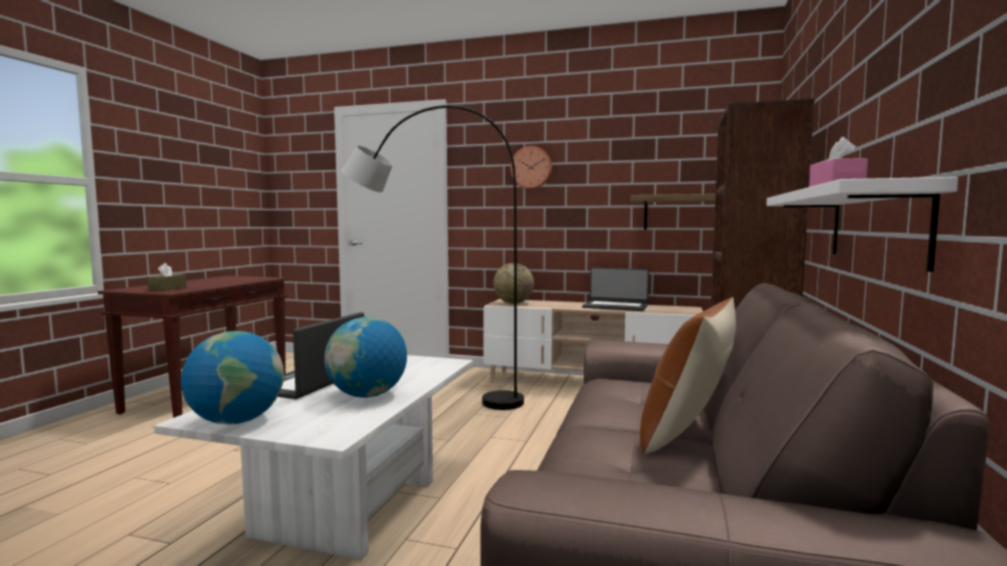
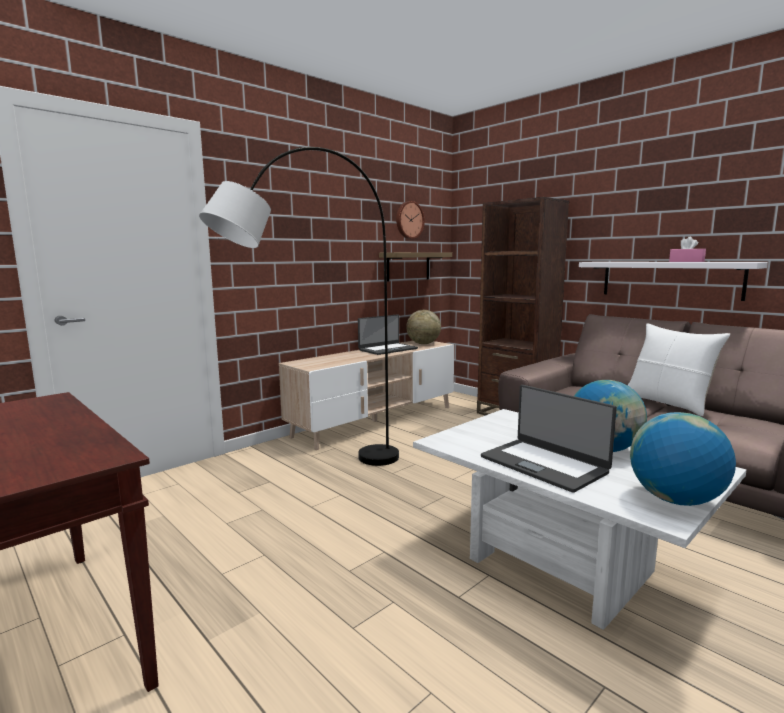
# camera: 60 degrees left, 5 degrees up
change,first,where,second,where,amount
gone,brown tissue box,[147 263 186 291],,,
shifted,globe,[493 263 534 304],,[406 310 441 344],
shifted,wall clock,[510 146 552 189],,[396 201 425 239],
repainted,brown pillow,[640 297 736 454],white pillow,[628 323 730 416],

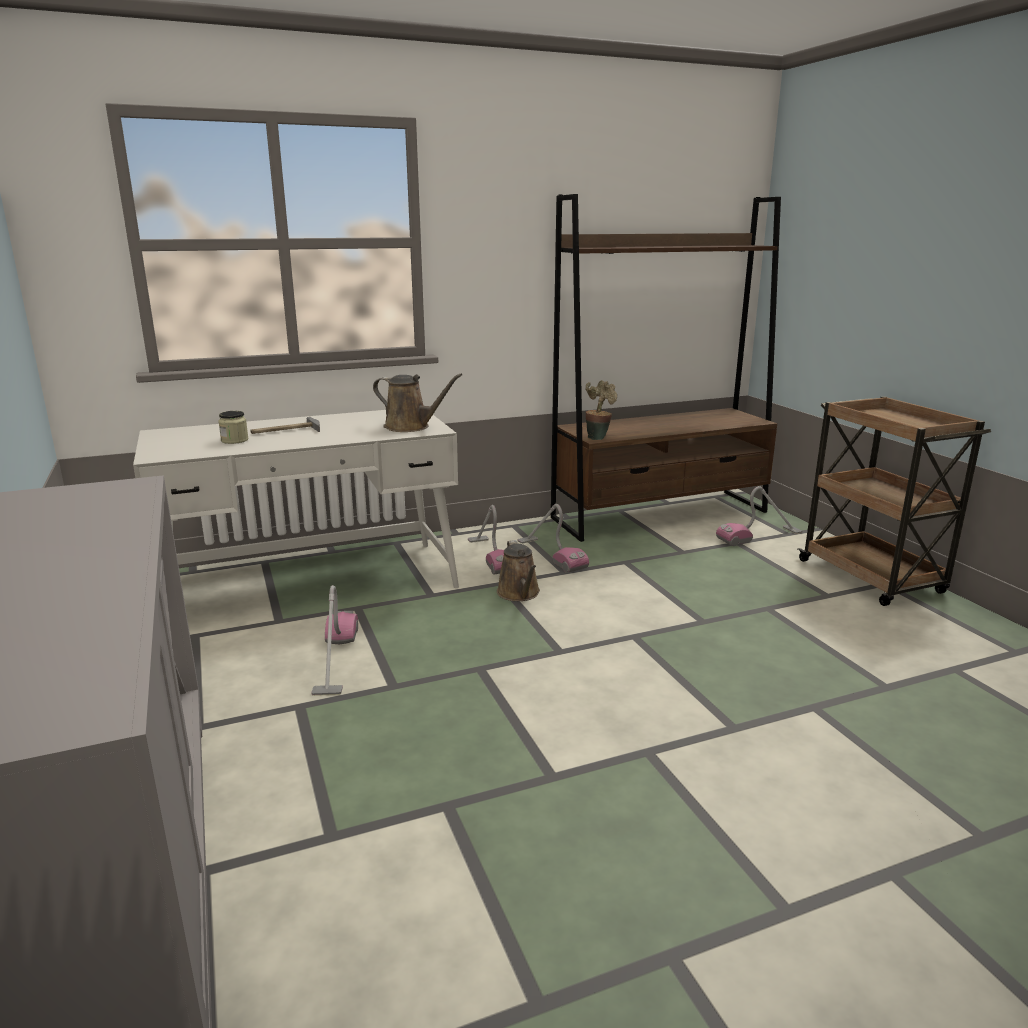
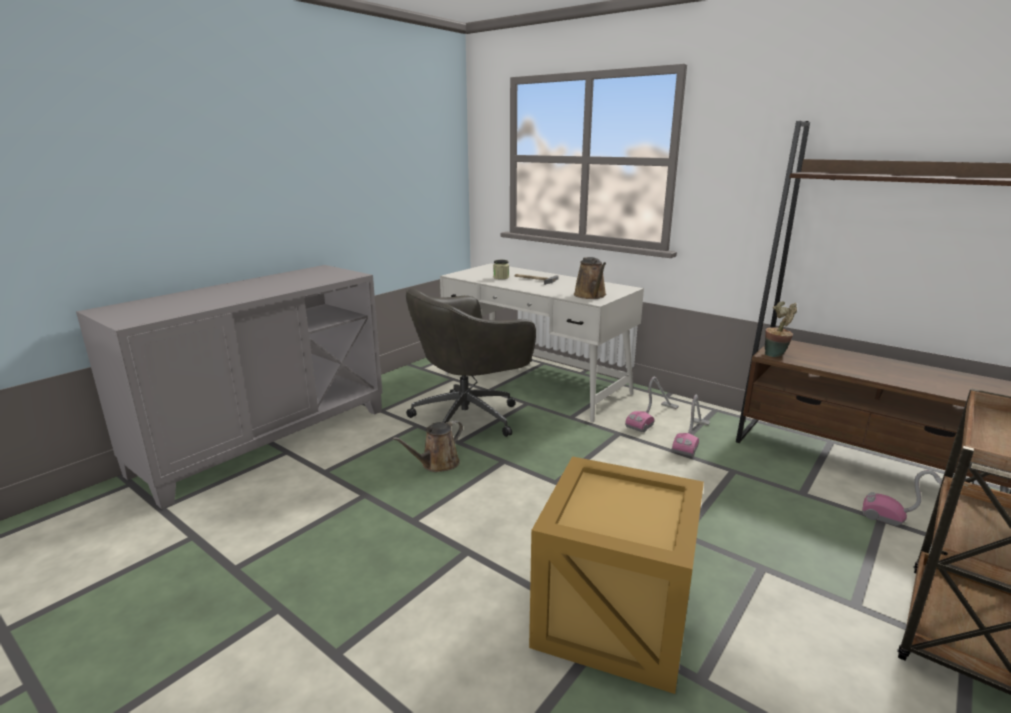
# camera: 60 degrees right, 0 degrees up
change,first,where,second,where,amount
swapped,vacuum cleaner,[311 585 358 696],grey office chair,[406 288 536 437],
shifted,brown watering can,[497 540 540 601],,[392 420 463 472],
new,,,crate,[529 456 704 694],

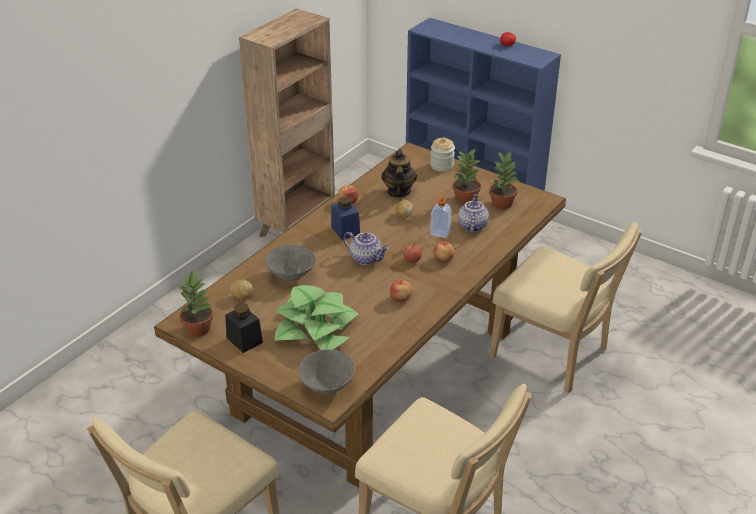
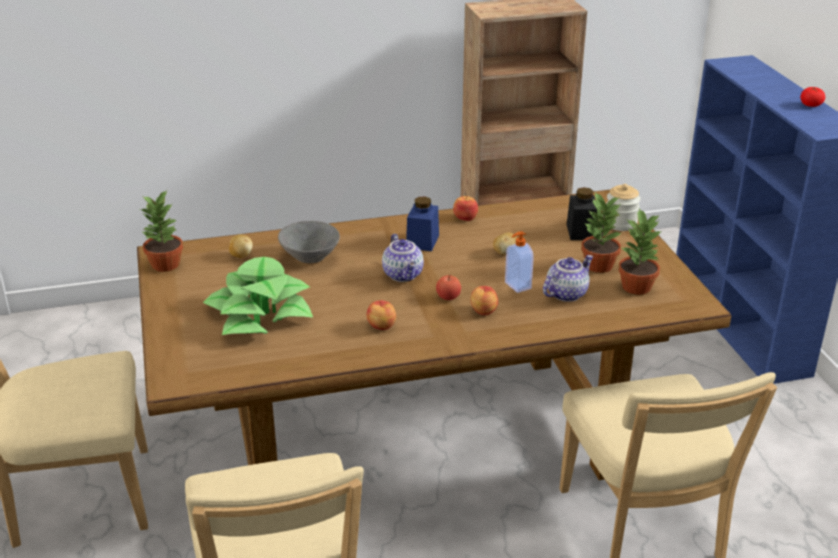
# camera: 40 degrees right, 5 degrees down
change,first,where,second,where,amount
shifted,black jar,[225 303 263 353],,[566 187 597 240],
gone,grey bowl,[299 350 355 395],,,
gone,teapot,[381 149 417 198],,,

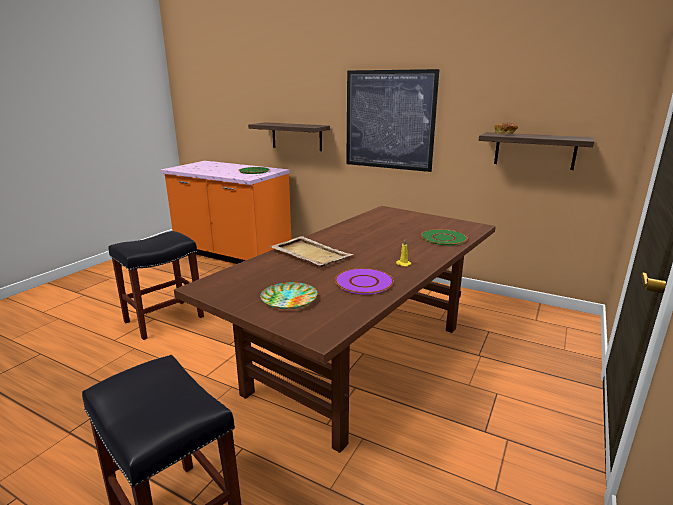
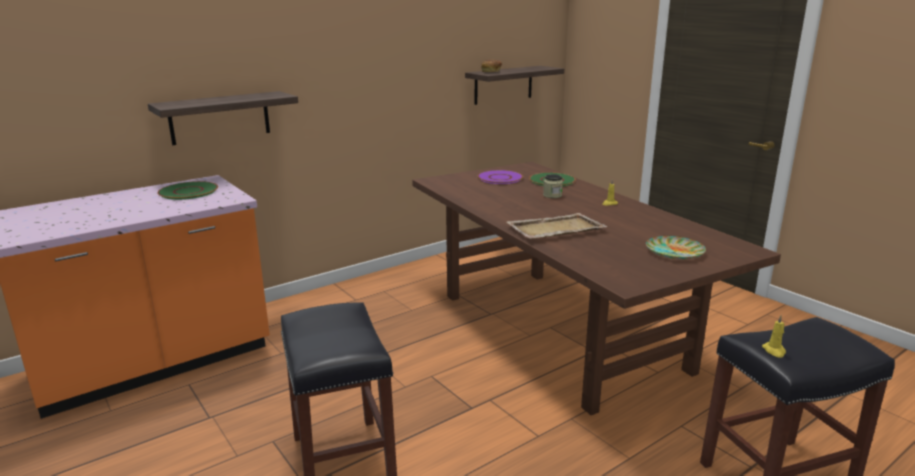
# camera: 65 degrees left, 0 degrees up
change,first,where,second,where,amount
shifted,purple plate,[335 268 394 294],,[477 170 523 184],
gone,picture,[346 69 440 172],,,
new,,,jar,[543 174 563 198],
new,,,yellow candle,[762 315 786 358],

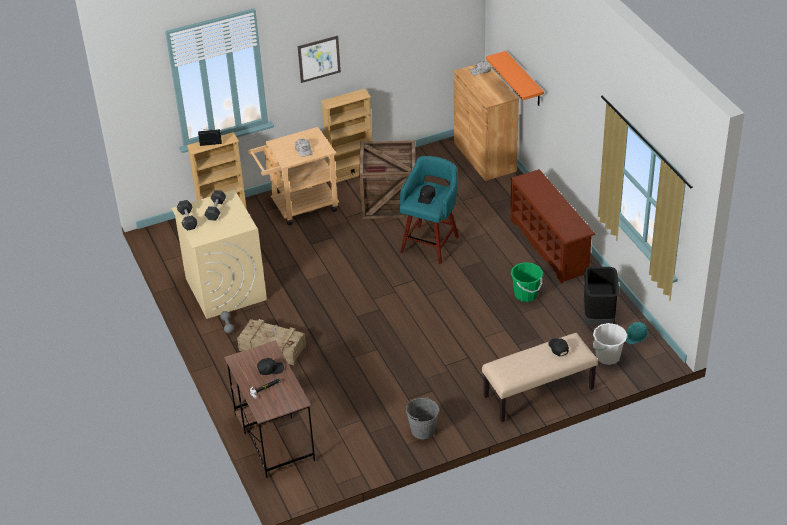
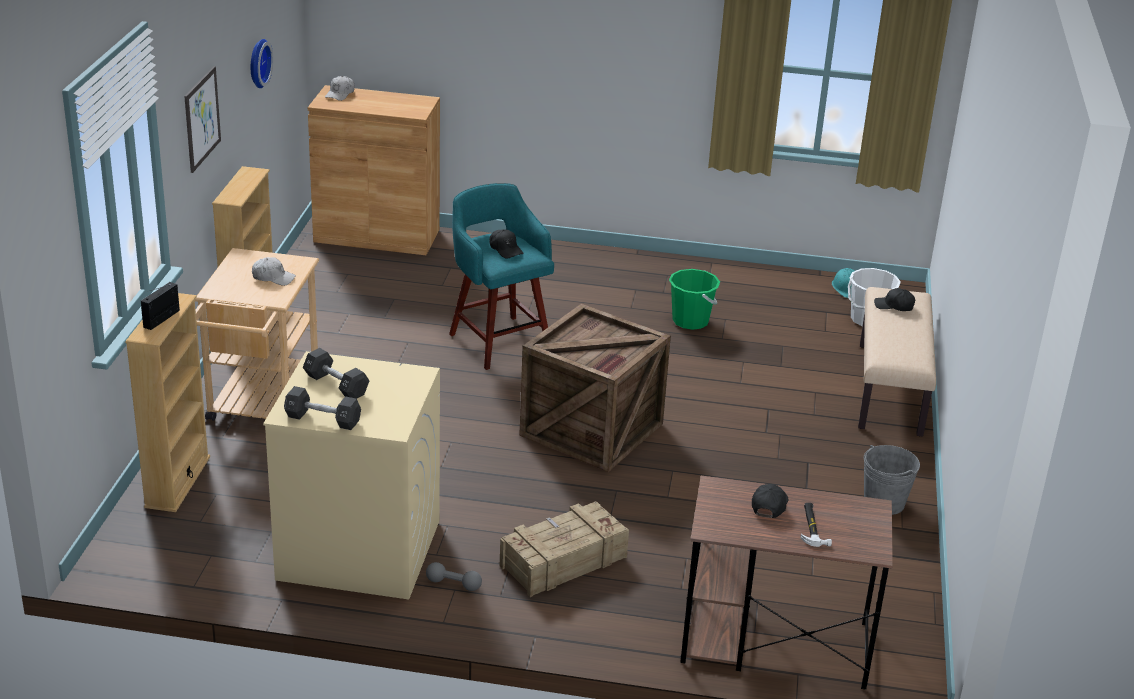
# camera: 60 degrees left, 10 degrees down
change,first,where,second,where,amount
shifted,crate,[359 140 417 219],,[519 303 671 472],
gone,orange shelf,[486 51 544 106],,,
gone,brown shoe rack,[510 169 595 284],,,
gone,black trash can,[583 267 619 325],,,
new,,,wall clock,[251 39 273 88],

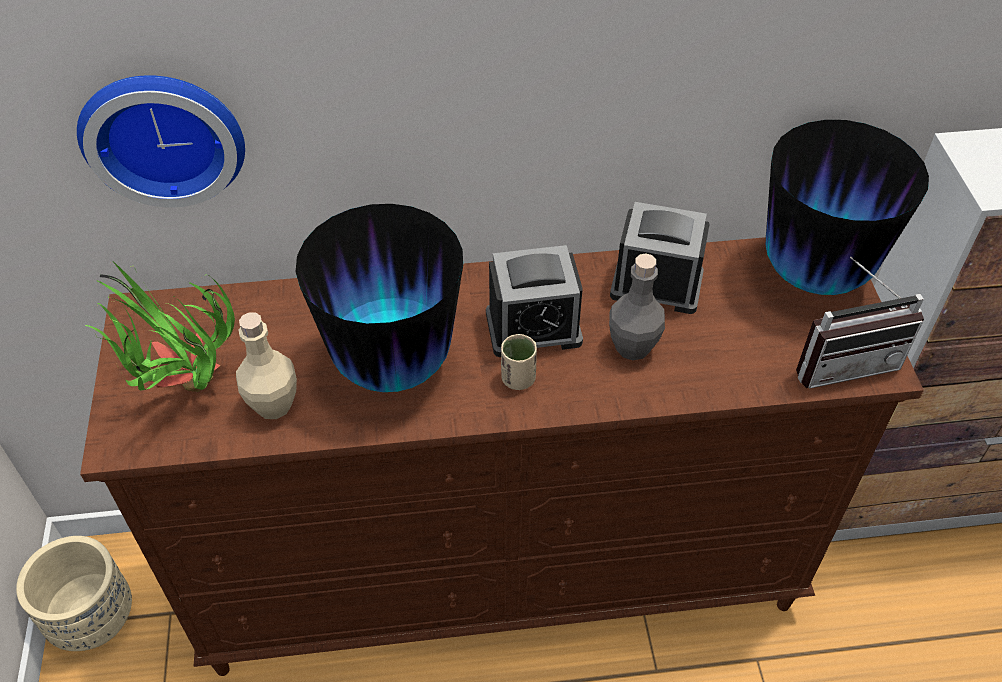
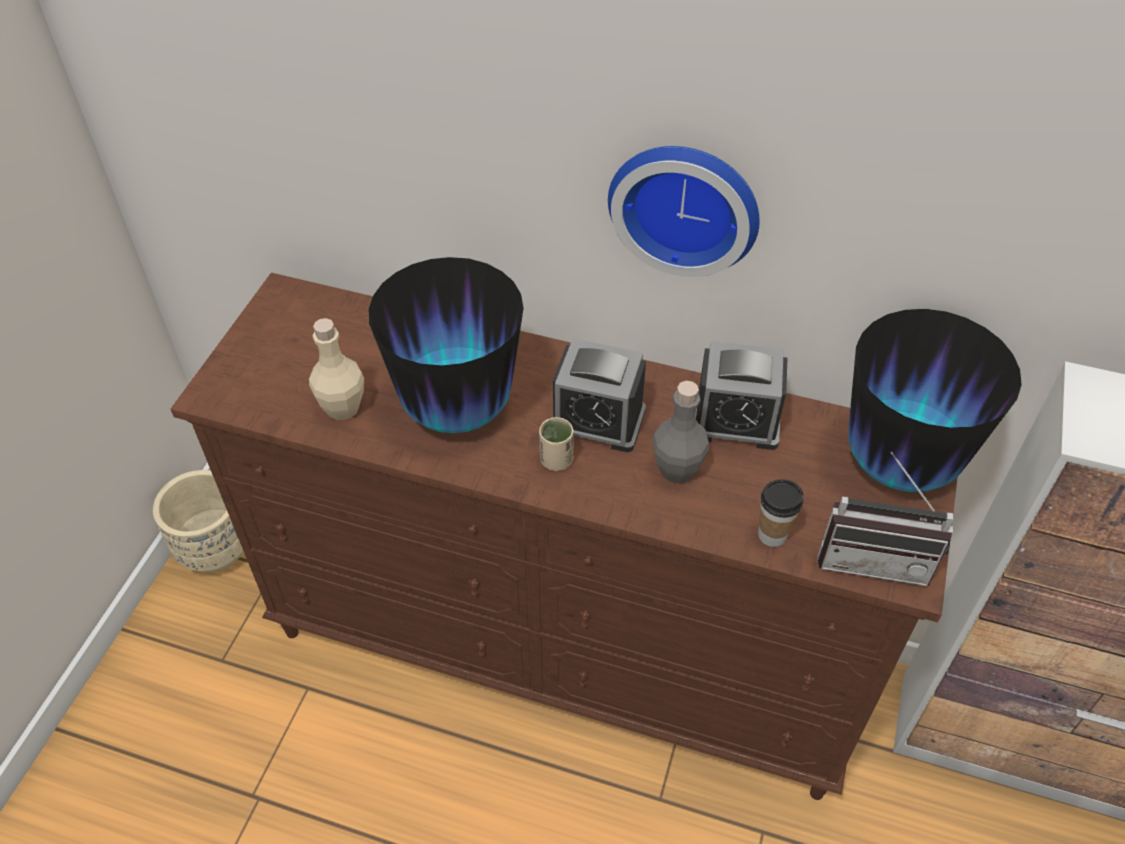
# camera: 25 degrees right, 0 degrees up
change,first,where,second,where,amount
shifted,wall clock,[77 75 245 208],,[608 146 760 277],
gone,potted plant,[85 261 235 391],,,
rotated,alarm clock,[610 202 710 314],,[695 341 788 450],150 degrees clockwise
new,,,cup,[758 479 803 547],

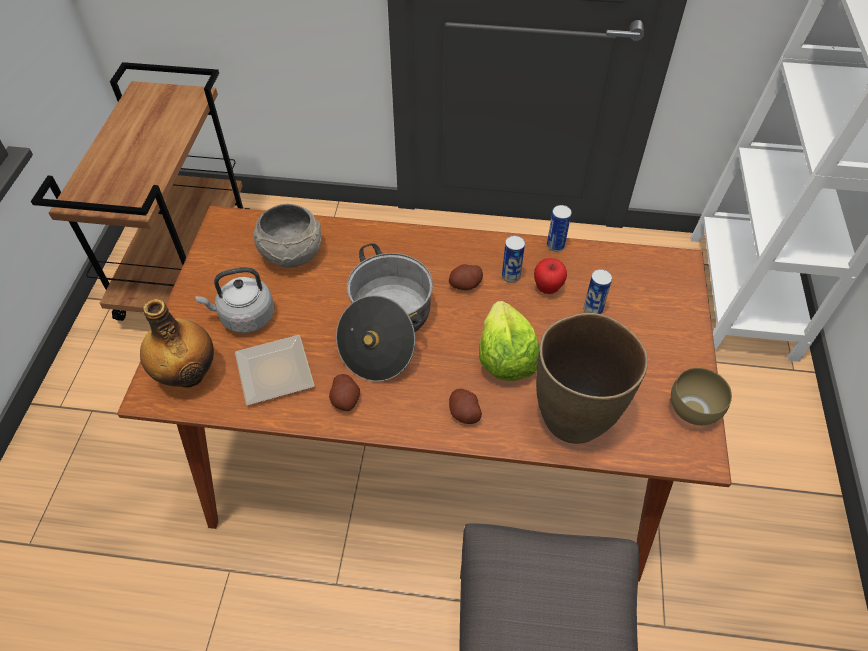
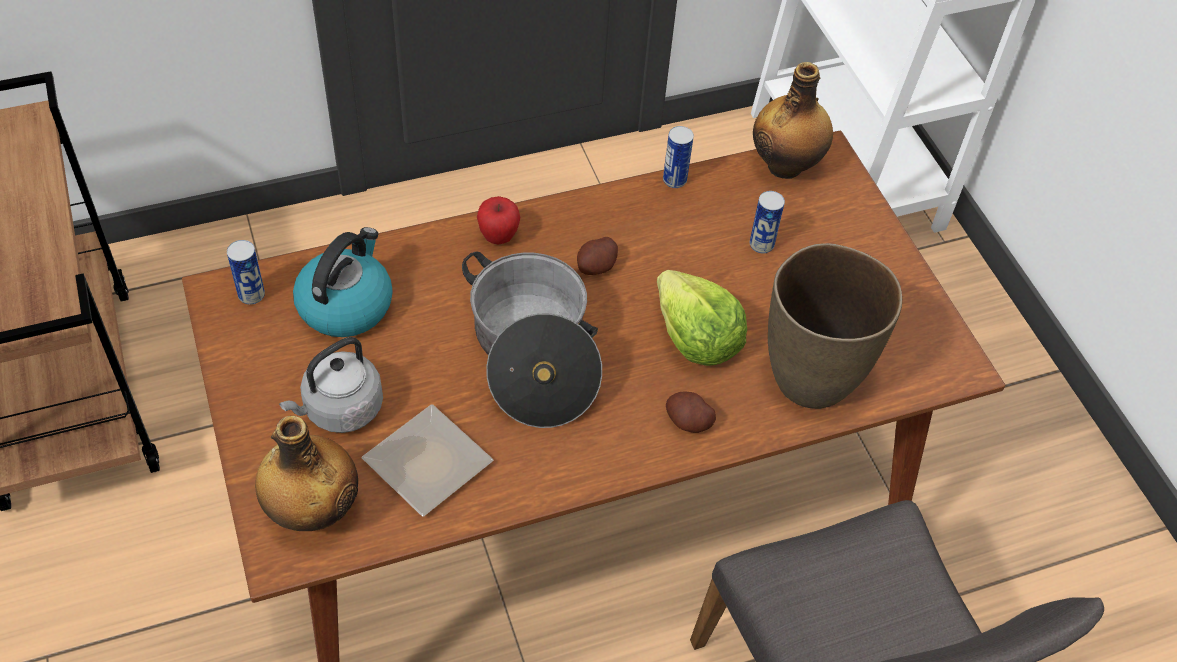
# camera: 30 degrees left, 0 degrees up
change,first,where,second,where,amount
swapped,grey bowl,[253 204 322 268],kettle,[293 227 393 337],
gone,potato,[329 374 360 411],,,
shifted,can,[502 235 525 283],,[227 240 265 305],
shifted,apple,[534 258 567 294],,[477 196 521 245],
gone,brown bowl,[671 368 732 425],,,
new,,,bottle,[753 62 833 179],

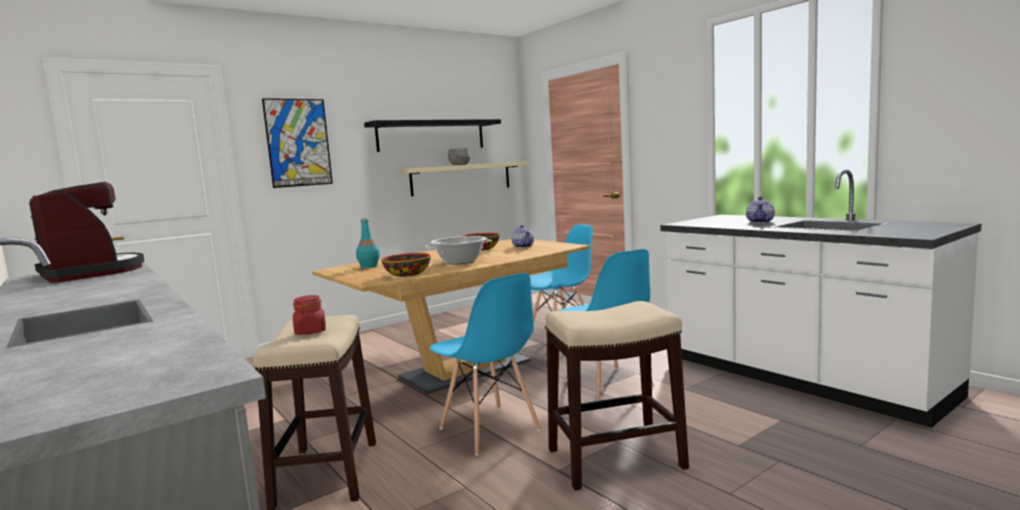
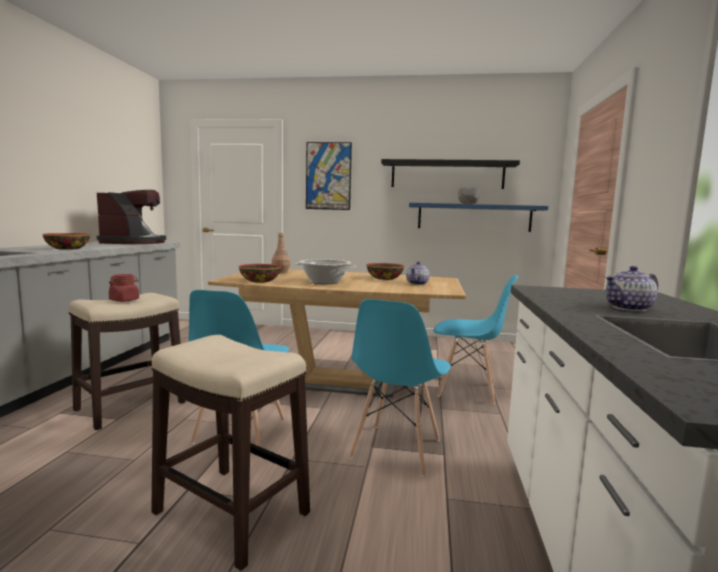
# camera: 45 degrees right, 0 degrees up
change,first,where,second,where,amount
repainted,turquoise bottle,[356 217 380 268],brown bottle,[272 232 291 273],
repainted,beige shelf,[399 161 527 196],blue shelf,[409 203 548 232],
new,,,bowl,[43 233 90 250],

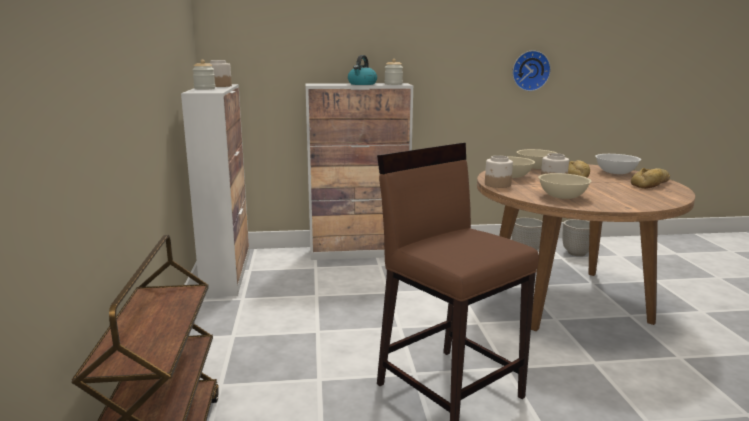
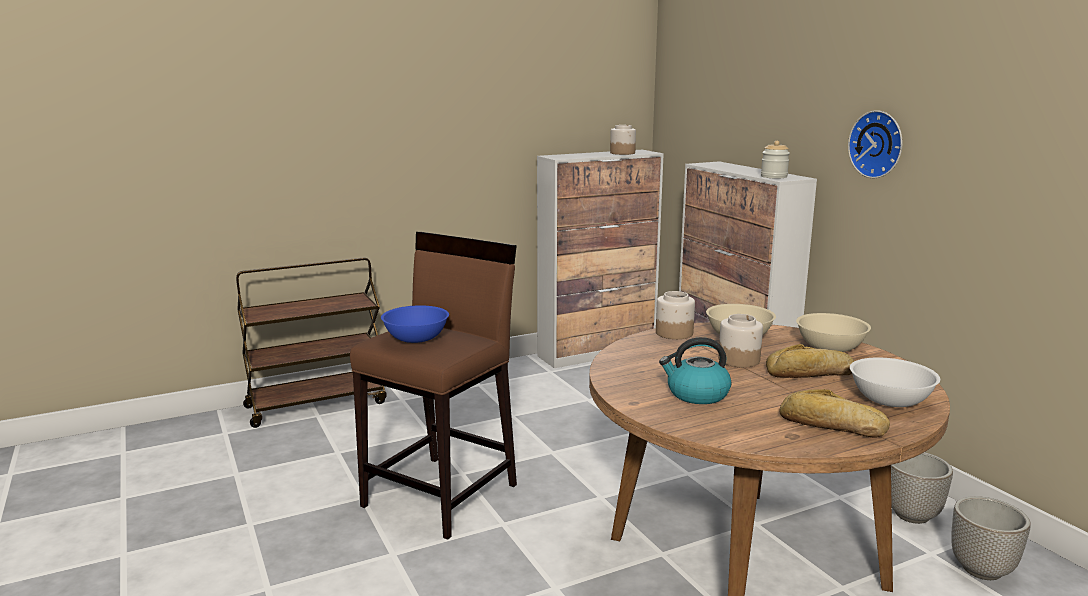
# camera: 70 degrees right, 0 degrees up
change,first,where,second,where,amount
gone,jar,[192 60 216 90],,,
shifted,kettle,[348 55 377 85],,[659 337 731 404],
shifted,wall clock,[512 50 551 91],,[848 110 902 178],
gone,beige bowl,[538 173 592 199],,,
new,,,blue bowl,[381 305 449 343],

